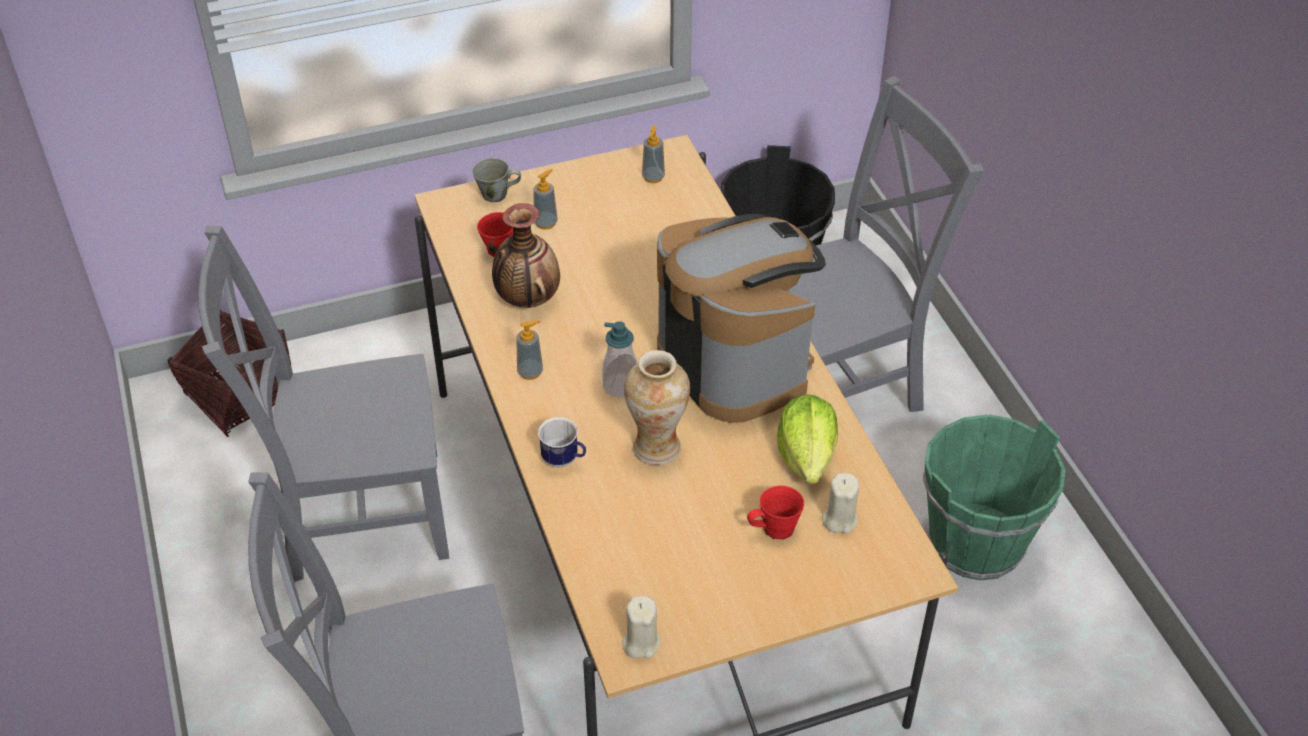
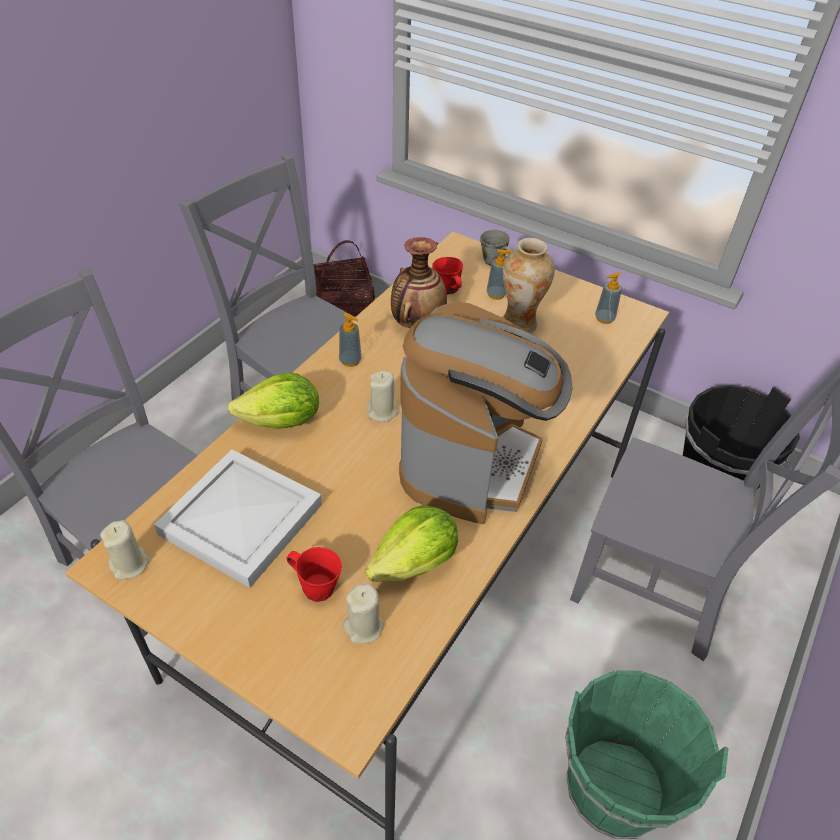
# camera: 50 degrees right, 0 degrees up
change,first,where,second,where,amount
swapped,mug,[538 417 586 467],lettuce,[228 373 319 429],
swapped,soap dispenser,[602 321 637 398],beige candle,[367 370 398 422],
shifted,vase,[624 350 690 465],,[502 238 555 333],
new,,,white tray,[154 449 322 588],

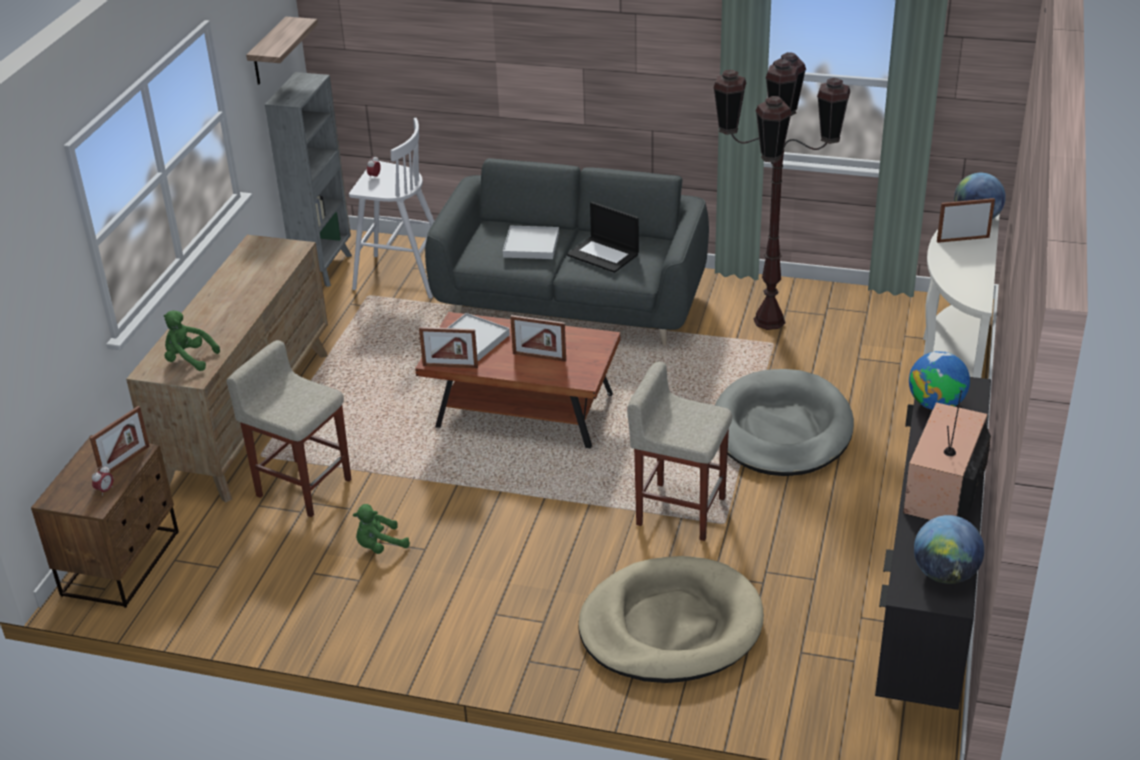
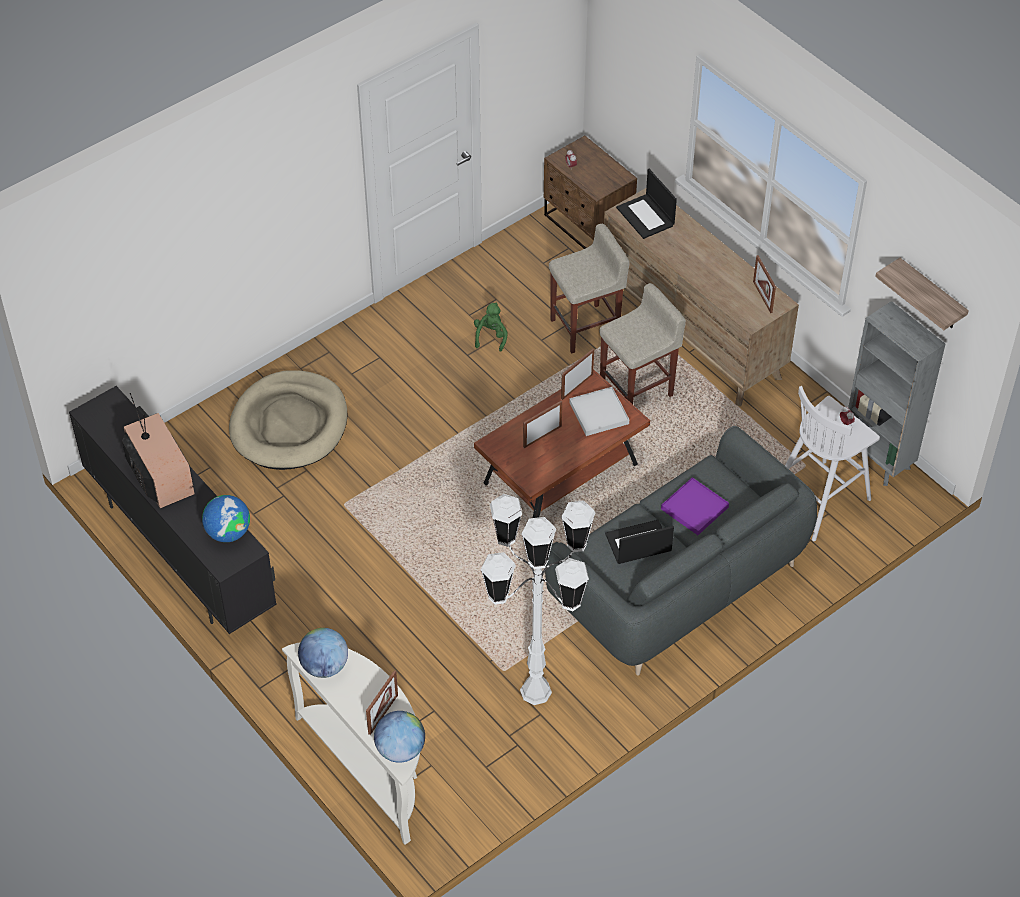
# camera: 125 degrees right, 15 degrees up
change,first,where,second,where,amount
shifted,picture frame,[90 406 150 473],,[753 255 776 313],
swapped,green plush toy,[164 310 220 371],laptop,[616 169 677 239],
repainted,white tray,[503 226 559 259],purple tray,[661 477 729 535],
shifted,beige stool,[627 362 732 541],,[599 283 686 404],
repainted,brown floor lamp,[713 52 850 330],white floor lamp,[481 494 595 705],
gone,grey dog bed,[715 369 854 476],,,
shifted,globe,[914 515 984 584],,[298 628 348 678],

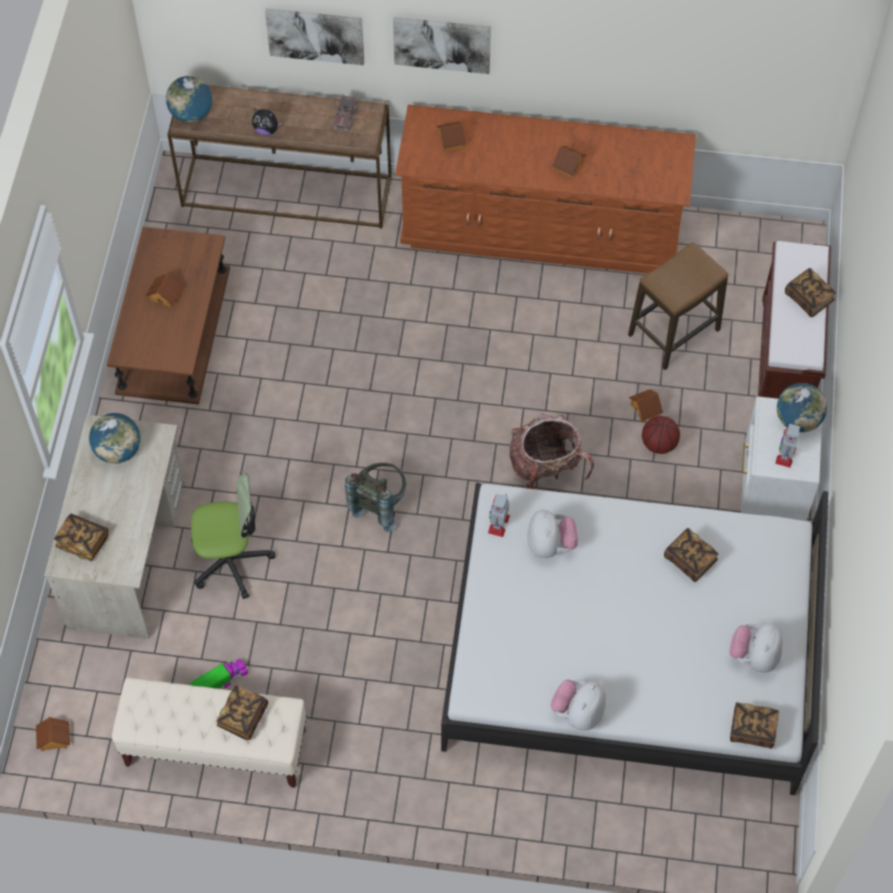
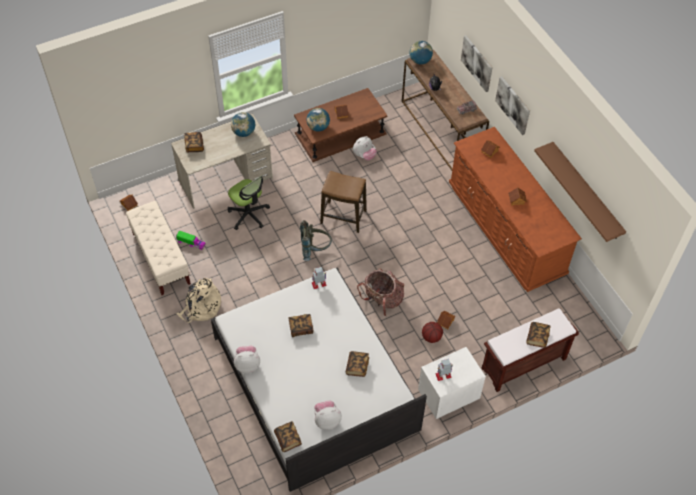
# camera: 55 degrees right, 5 degrees down
change,first,where,second,where,amount
shifted,book,[217 685 268 740],,[289 314 314 337],
shifted,plush toy,[527 510 578 558],,[353 136 377 160],
shifted,stool,[628 242 728 370],,[320 171 367 233],
shifted,globe,[777 383 827 432],,[307 108 330 131],
new,,,beige backpack,[176 278 221 323],
new,,,brown shelf,[534 142 626 242],

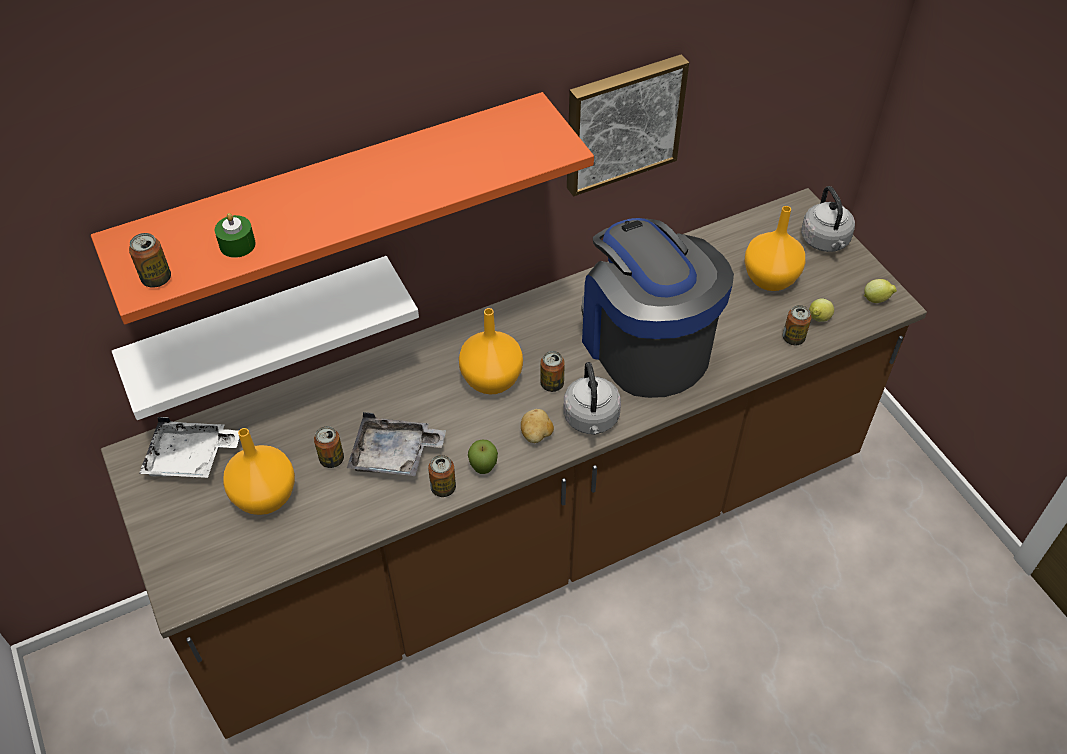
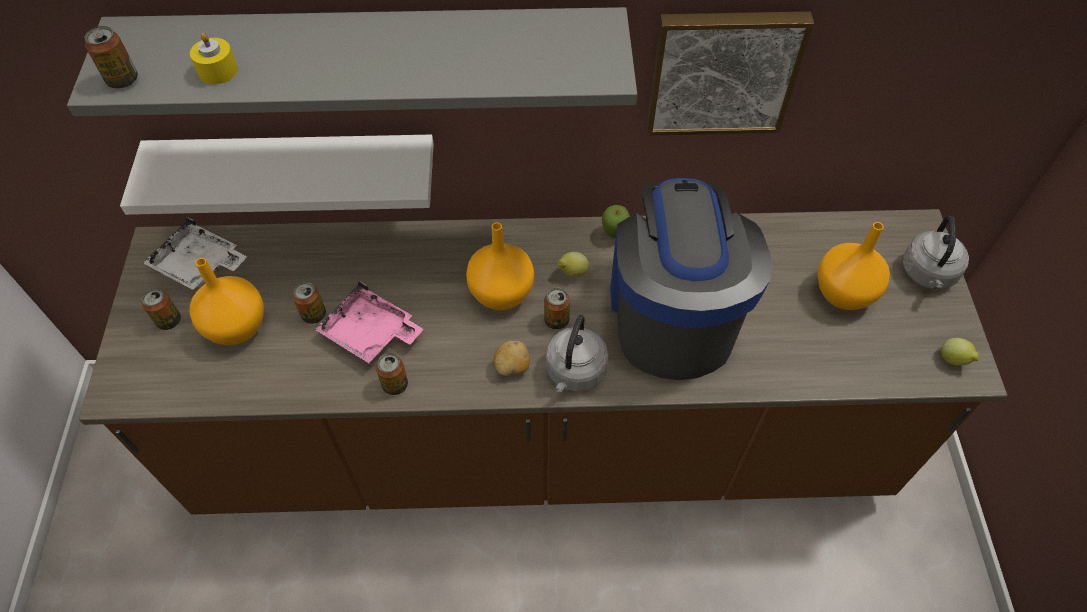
# camera: 25 degrees right, 5 degrees up
change,first,where,second,where,amount
repainted,orange shelf,[91 92 594 324],grey shelf,[67 7 637 116],
repainted,green candle,[215 213 256 258],yellow candle,[190 33 238 84],
repainted,grey tray,[347 412 446 476],pink tray,[314 281 423 363],
shifted,apple,[468 440 498 474],,[602 205 630 238],
shifted,can,[783 305 811 345],,[142 288 181 330],
shifted,lemon,[809 298 834 322],,[557 252 589 277],

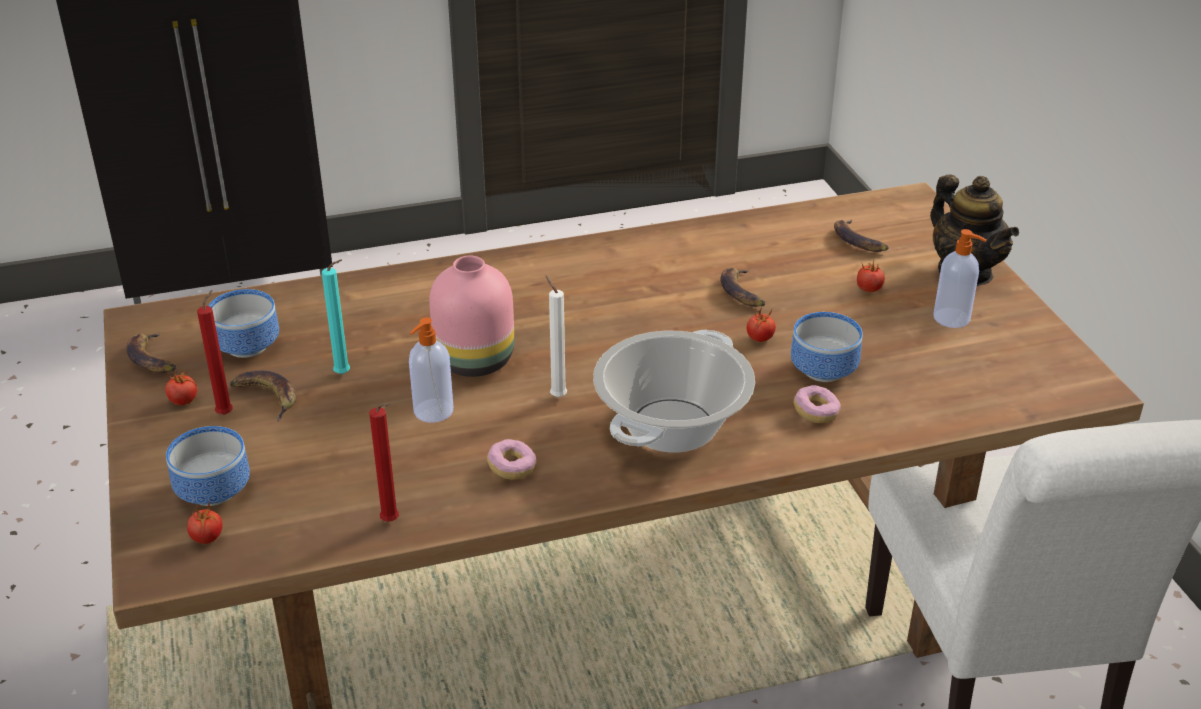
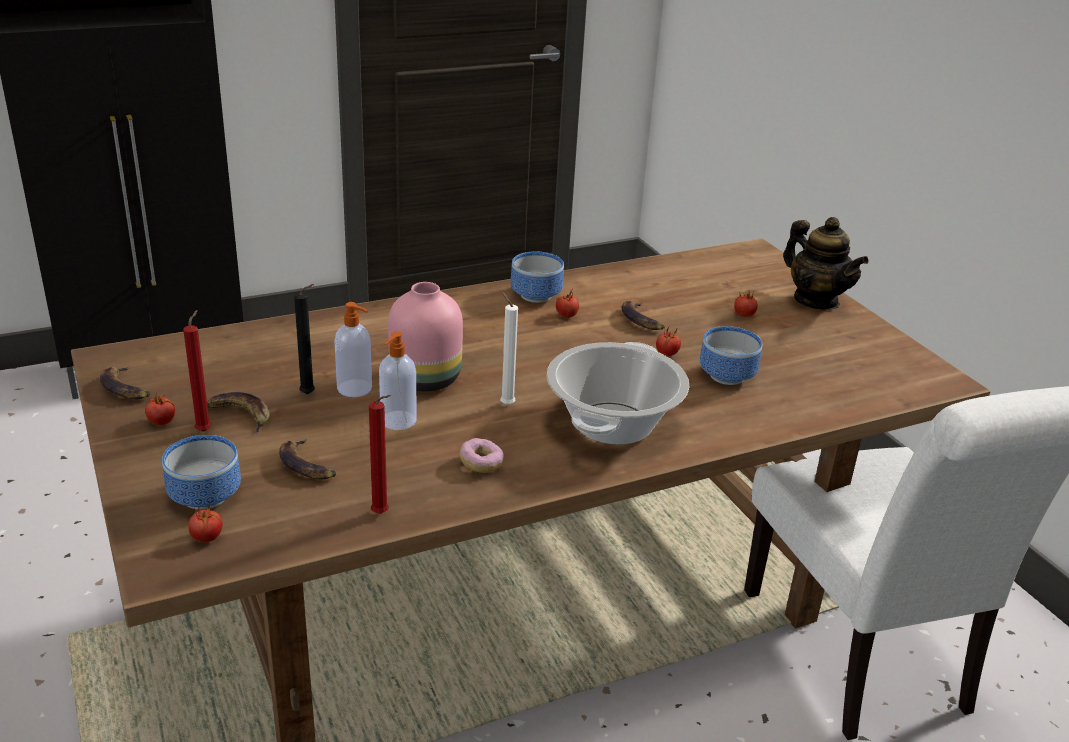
# camera: 10 degrees left, 5 degrees down
change,first,where,second,where,amount
shifted,bowl,[208 289 279 358],,[510 251 564 303],
repainted,turquoise candle,[322 260 350 374],black candle,[294 284 315 394],
gone,donut,[794 385 840 423],,,
shifted,banana,[834 220 889 252],,[279 439 336 479],
shifted,soap dispenser,[933 229 987 328],,[335 302 372 397],
new,,,tomato,[556 288 579 318],

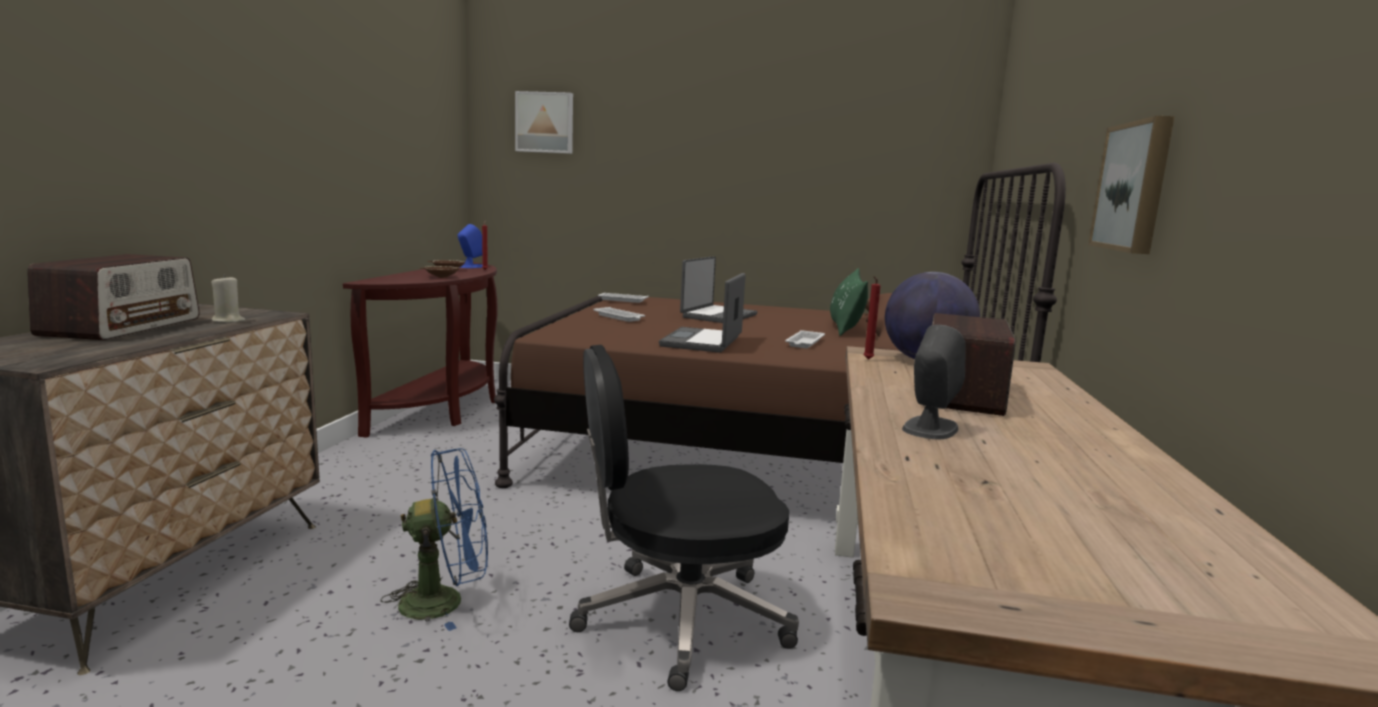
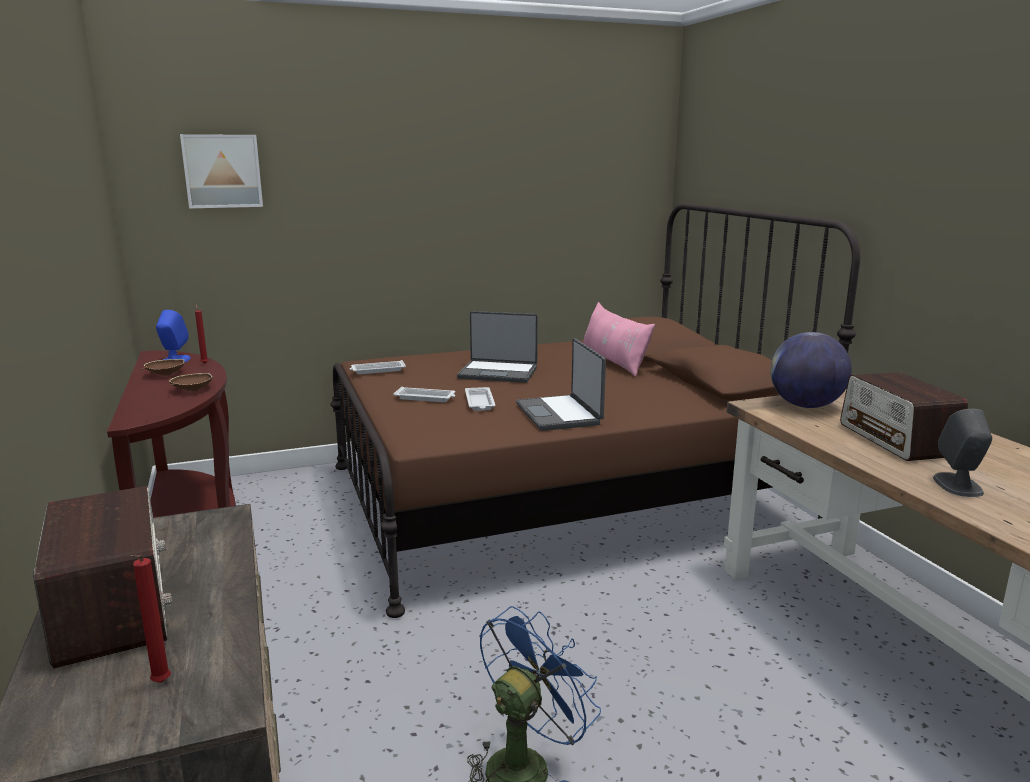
# camera: 30 degrees left, 5 degrees up
change,first,where,second,where,amount
gone,beige candle,[211 275 245 323],,,
gone,black office chair,[569 345 799 691],,,
rotated,laptop,[680 256 757 323],,[457 311 538 383],105 degrees clockwise
shifted,white tray,[785 330 825 349],,[465 387 495 411],
repainted,green pillow,[830 268 868 336],pink pillow,[583 302 655 377],
shifted,red candle,[864 277 881 360],,[130 555 171 683],
gone,picture,[1088 116 1175 254],,,

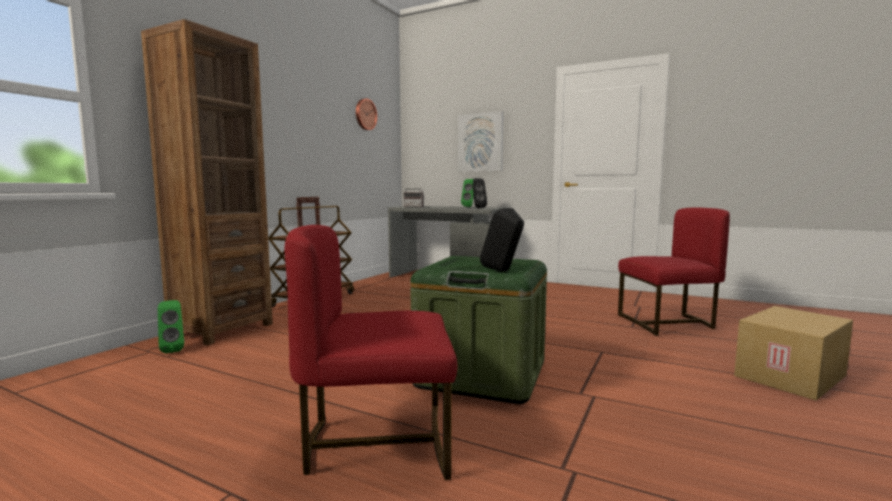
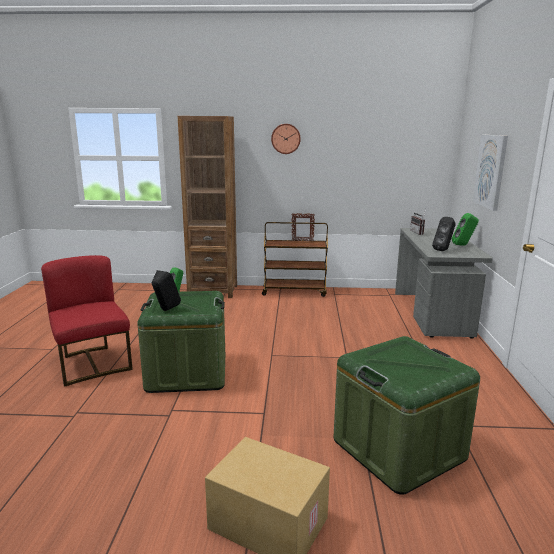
# camera: 65 degrees right, 10 degrees up
change,first,where,second,where,amount
shifted,wall clock,[356 98 377 130],,[271 124 301 154],
swapped,red chair,[618 207 730 336],green storage box,[334 336 480 495],

